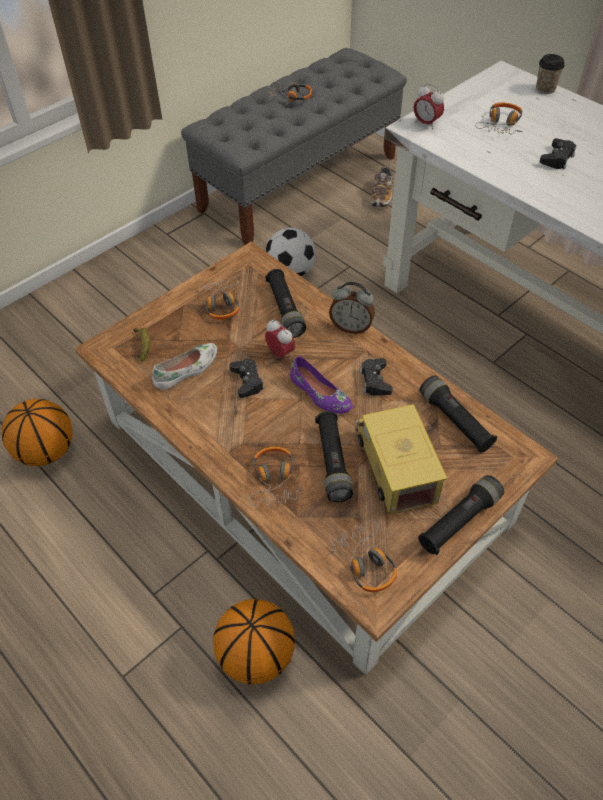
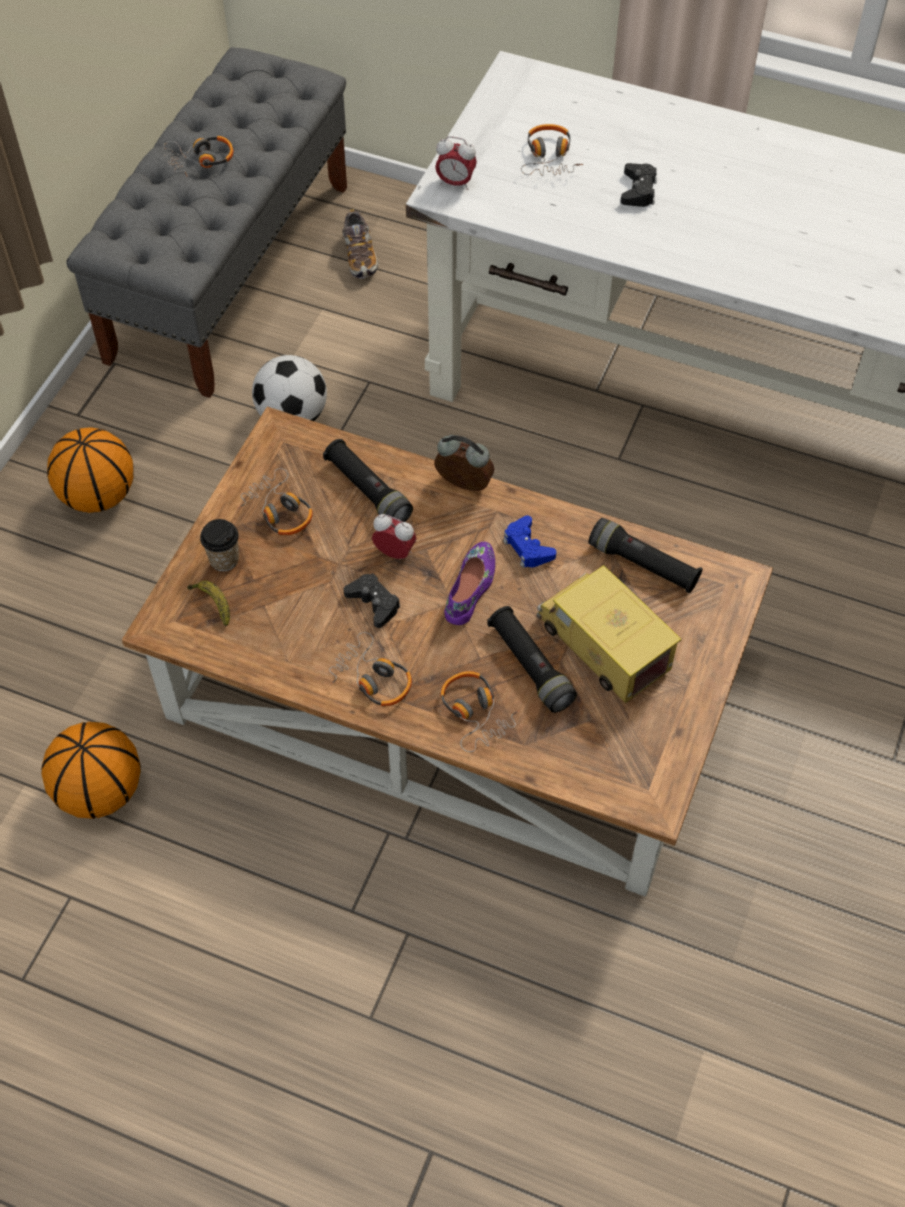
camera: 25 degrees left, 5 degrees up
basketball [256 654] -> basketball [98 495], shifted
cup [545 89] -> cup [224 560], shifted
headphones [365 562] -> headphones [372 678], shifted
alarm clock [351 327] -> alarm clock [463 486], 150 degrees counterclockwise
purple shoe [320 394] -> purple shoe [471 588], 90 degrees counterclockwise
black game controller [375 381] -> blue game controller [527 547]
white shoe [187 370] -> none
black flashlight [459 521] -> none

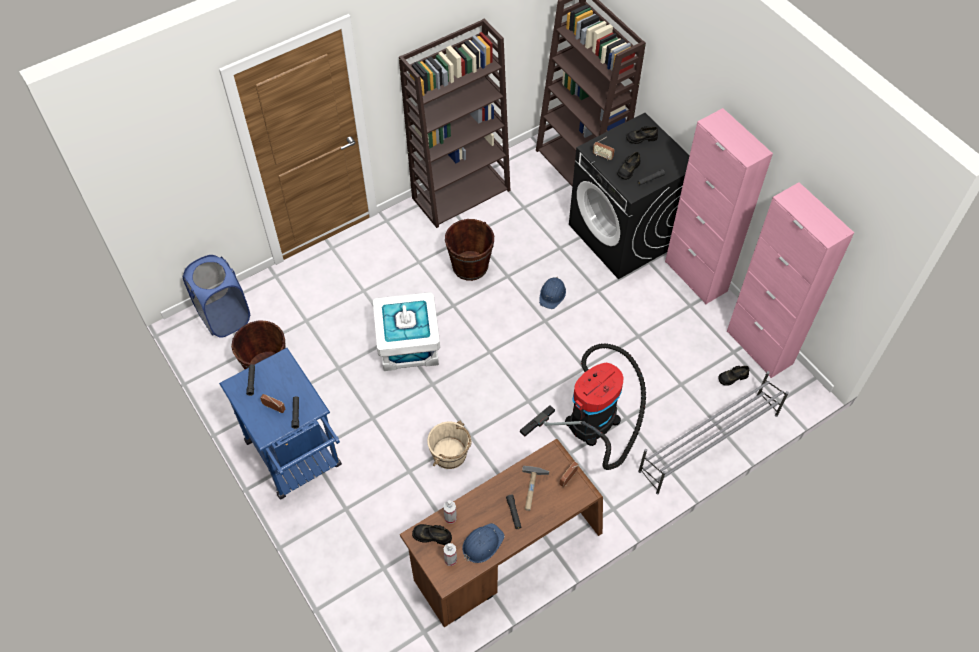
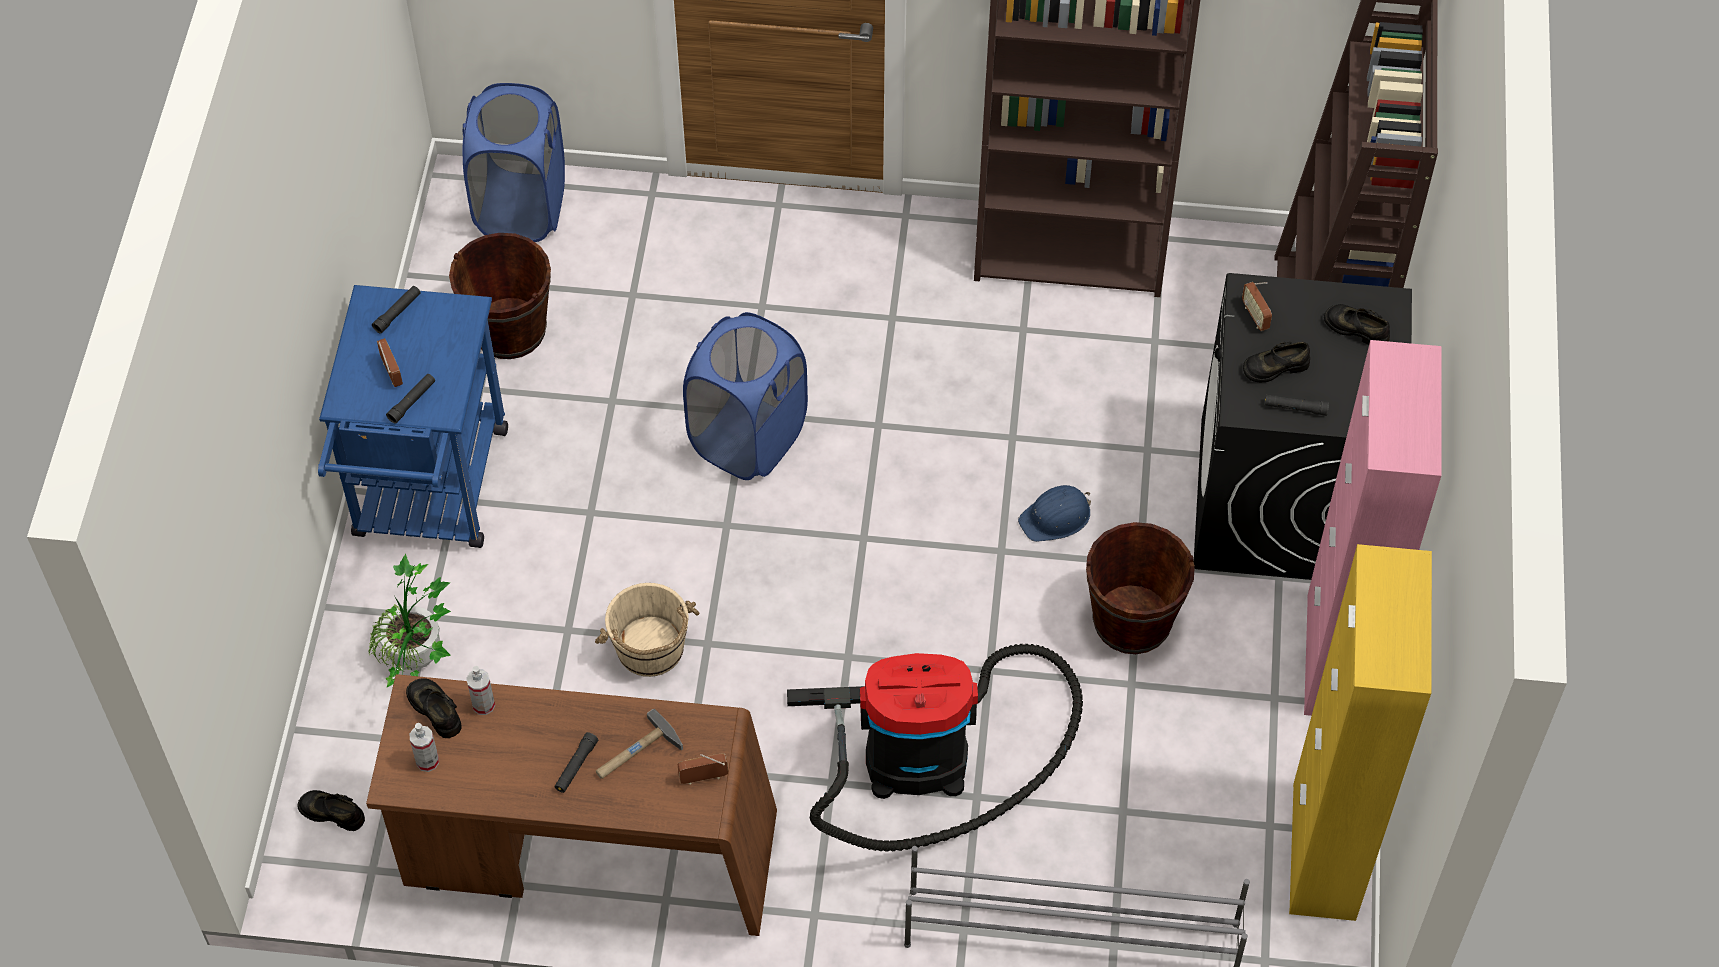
camera: 40 degrees right, 0 degrees up
black shoe [732 377] -> black shoe [332 812], shifted
none -> potted plant [417 664]
white storage box [408 345] -> blue laundry basket [748 438]
brown bucket [470 266] -> brown bucket [1132 621], shifted
pink cabinet [759 347] -> yellow cabinet [1324 851]
blue hard hat [482 544] -> none

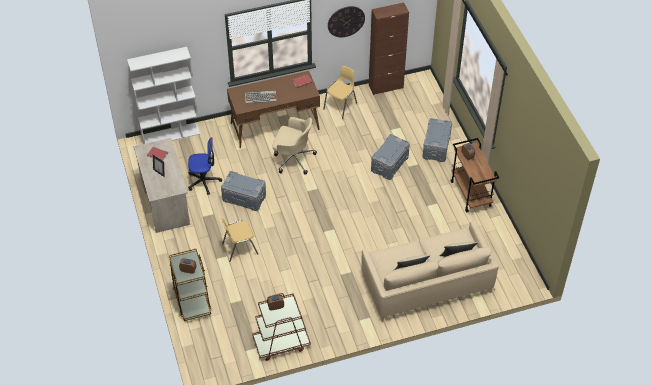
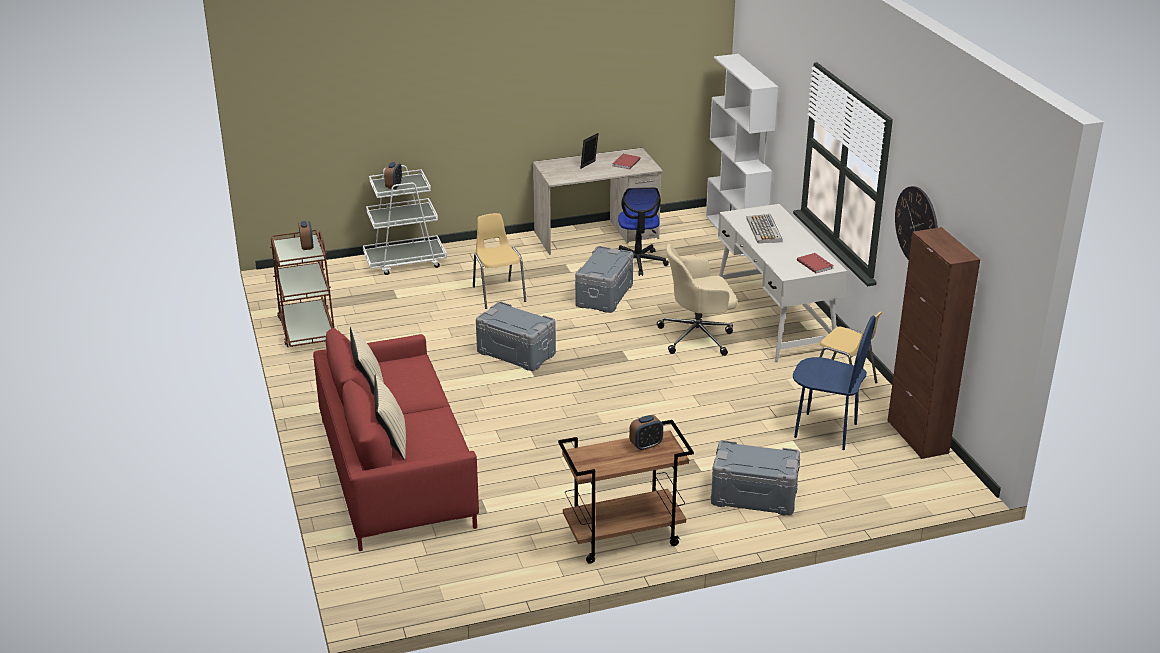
camera: 90 degrees right, 20 degrees down
beige sofa [426 284] -> red sofa [395 471]
brown cart [192 300] -> white cart [405 261]
grey storage box [389 164] -> grey storage box [516 353], shifted
beige office chair [293 158] -> beige office chair [698 336], 60 degrees clockwise
brown desk [275 126] -> white desk [774 319]
none -> blue chair [825 431]

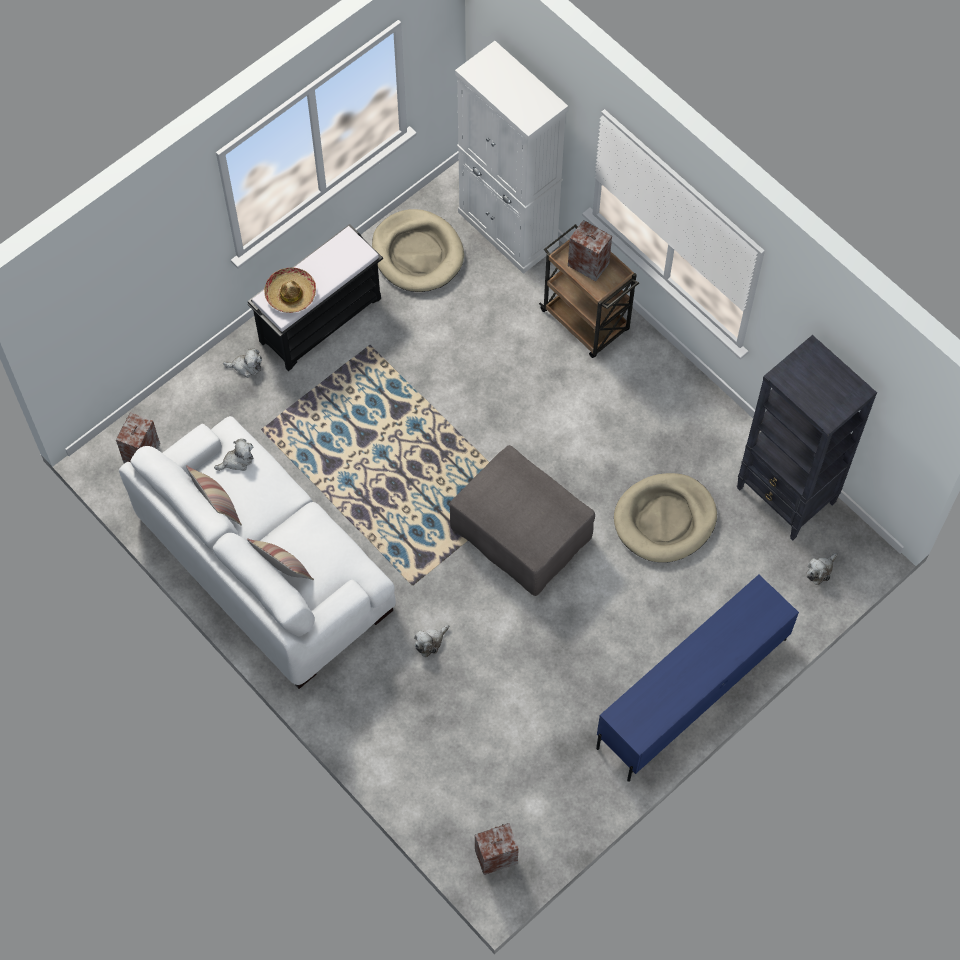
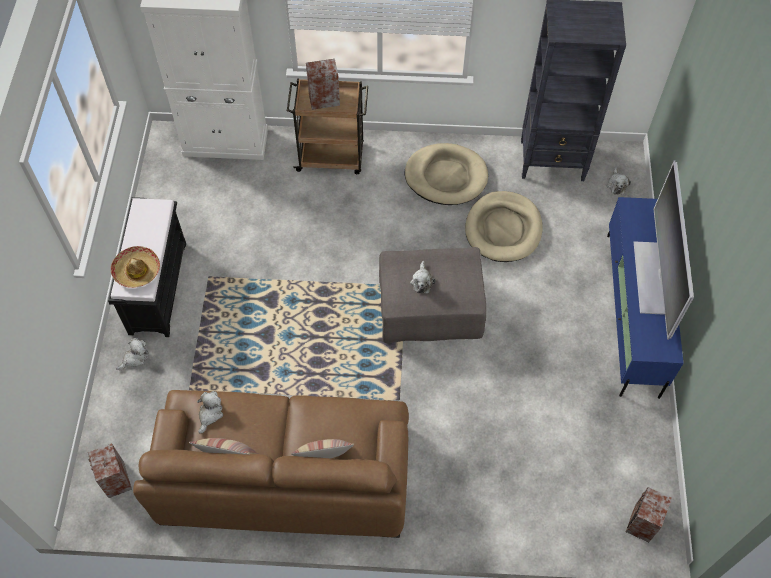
camera: 45 degrees left, 5 degrees down
white sofa [265 562] -> brown sofa [285 474]
beige dog bed [417 253] -> beige dog bed [446 176], shifted
plush toy [430 642] -> plush toy [422 281], shifted
none -> television [651 277]

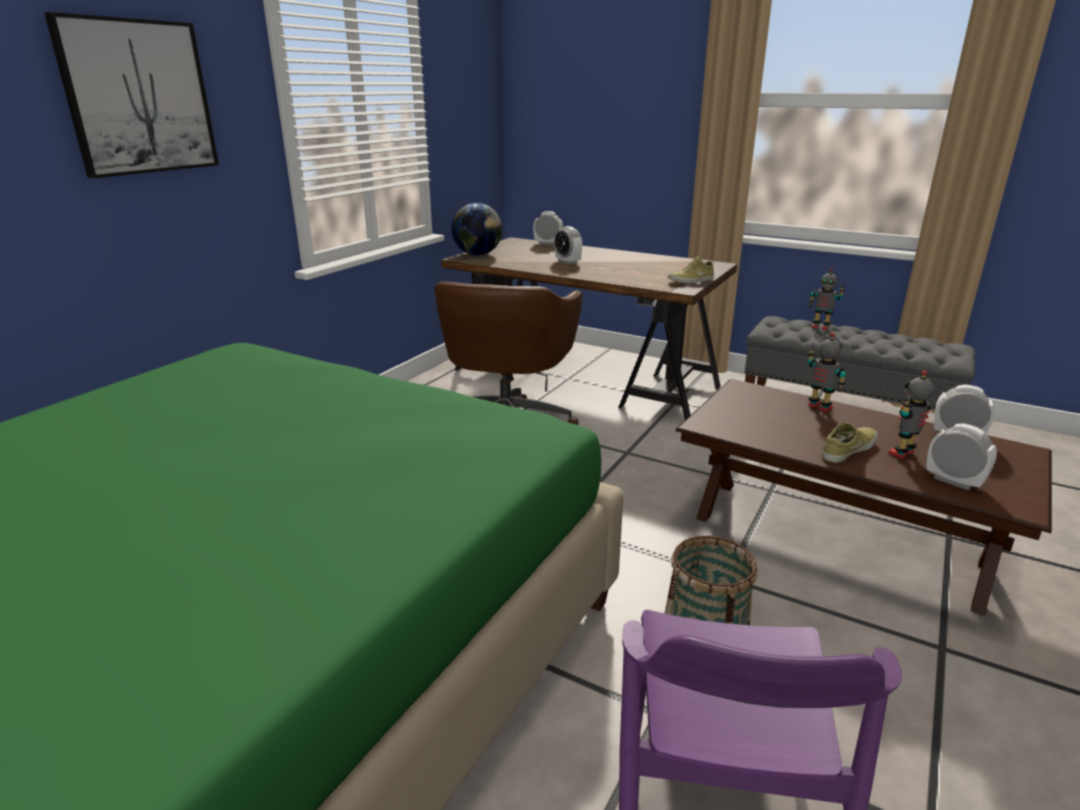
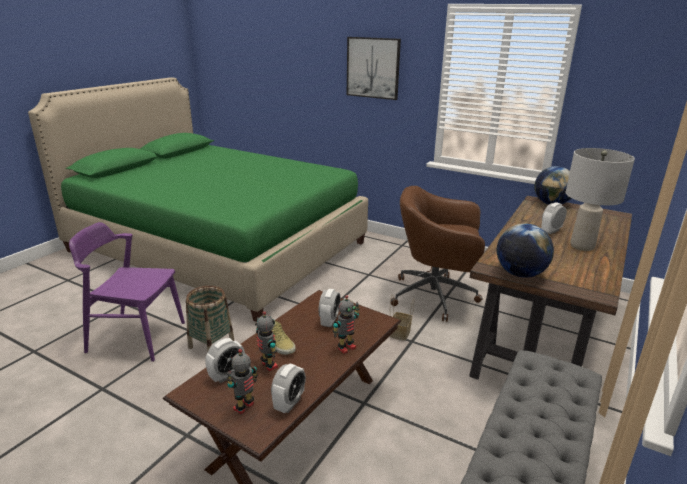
camera: 90 degrees right, 0 degrees up
toy robot [820 327] -> toy robot [244 407], shifted
alarm clock [548 243] -> alarm clock [329 321], shifted
none -> basket [400 332]
beige shoe [691 280] -> globe [520 274]
none -> grey table lamp [581 246]

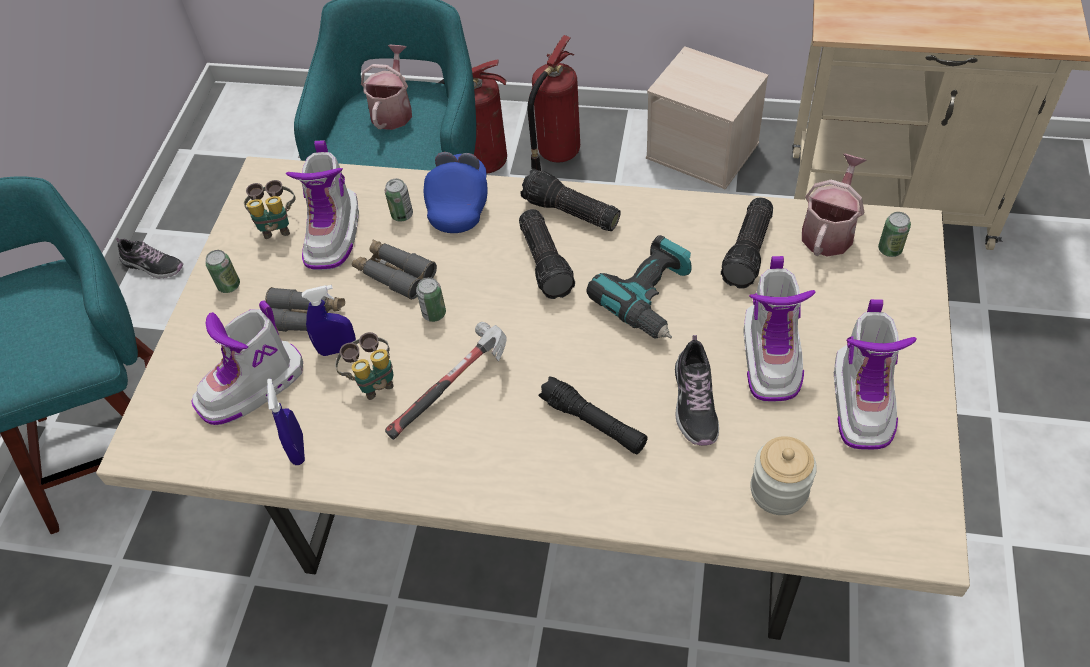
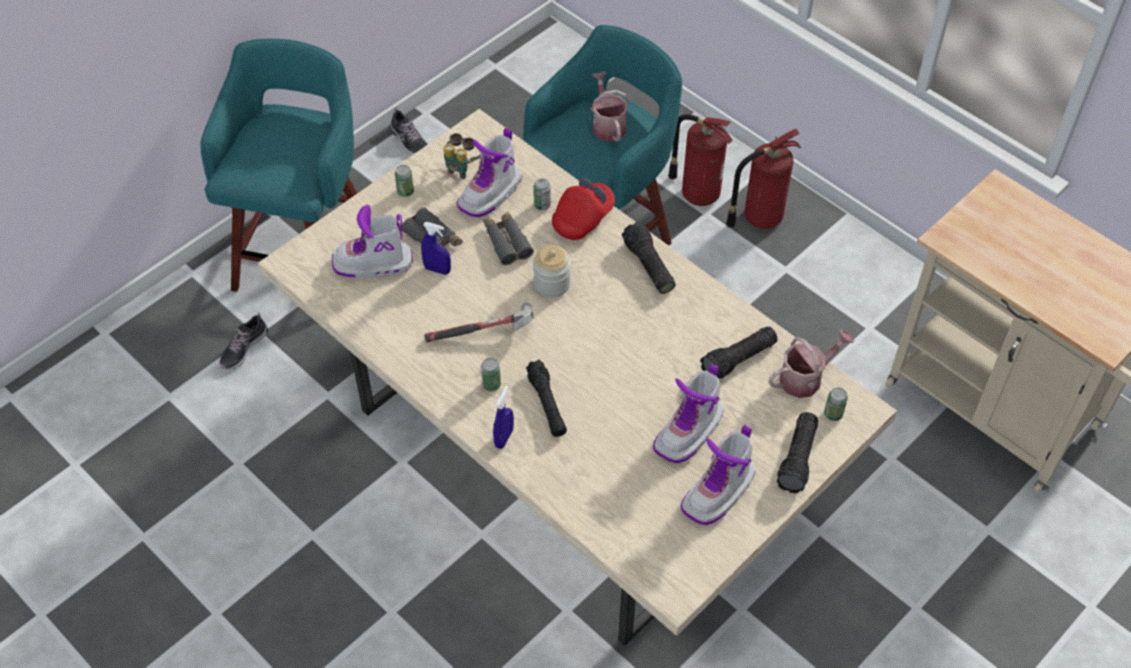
camera: 30 degrees right, 0 degrees up
shoe [695 402] -> shoe [243 348], shifted
can [434 313] -> can [491 384], shifted
blue spray bottle [298 449] -> blue spray bottle [504 438], shifted
jar [779 490] -> jar [552 283], shifted
blue cap [459 204] -> red cap [583 219]
watering can [393 110] -> watering can [607 124], 60 degrees counterclockwise
flashlight [547 262] -> flashlight [799 459], shifted
binoculars [373 381] -> none
power drill [651 298] -> none
beige storage box [704 150] -> none

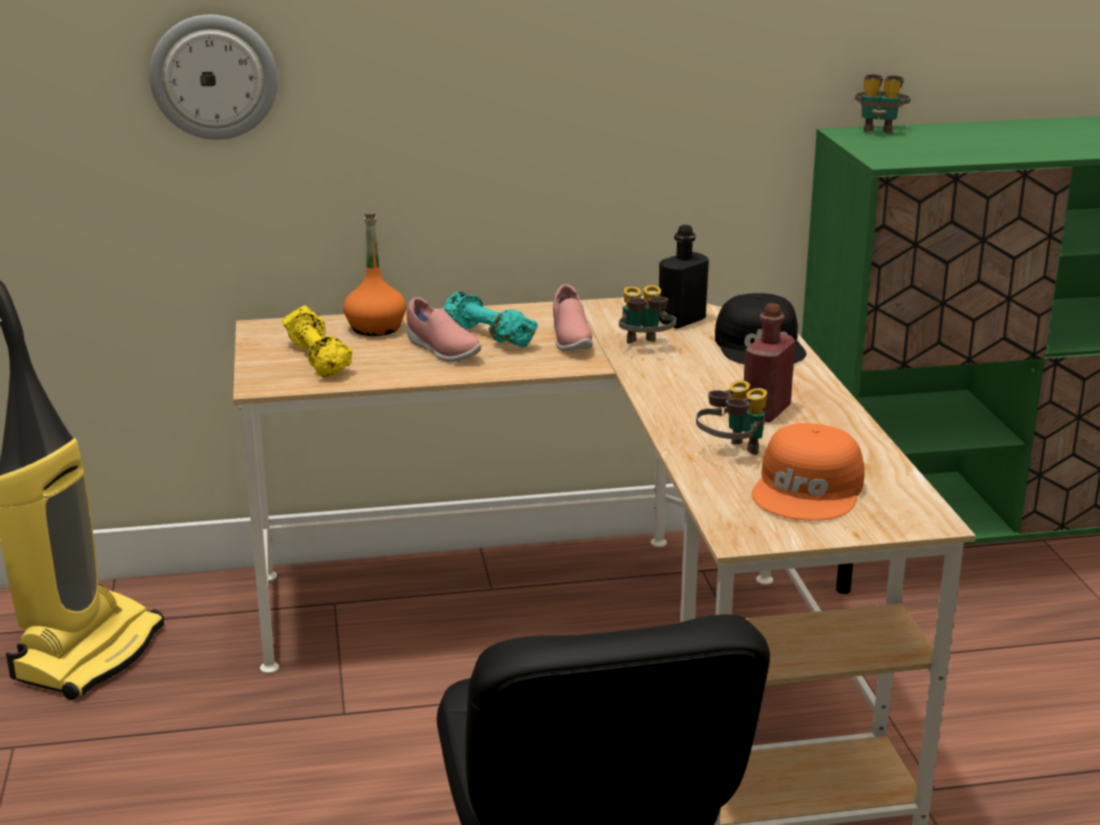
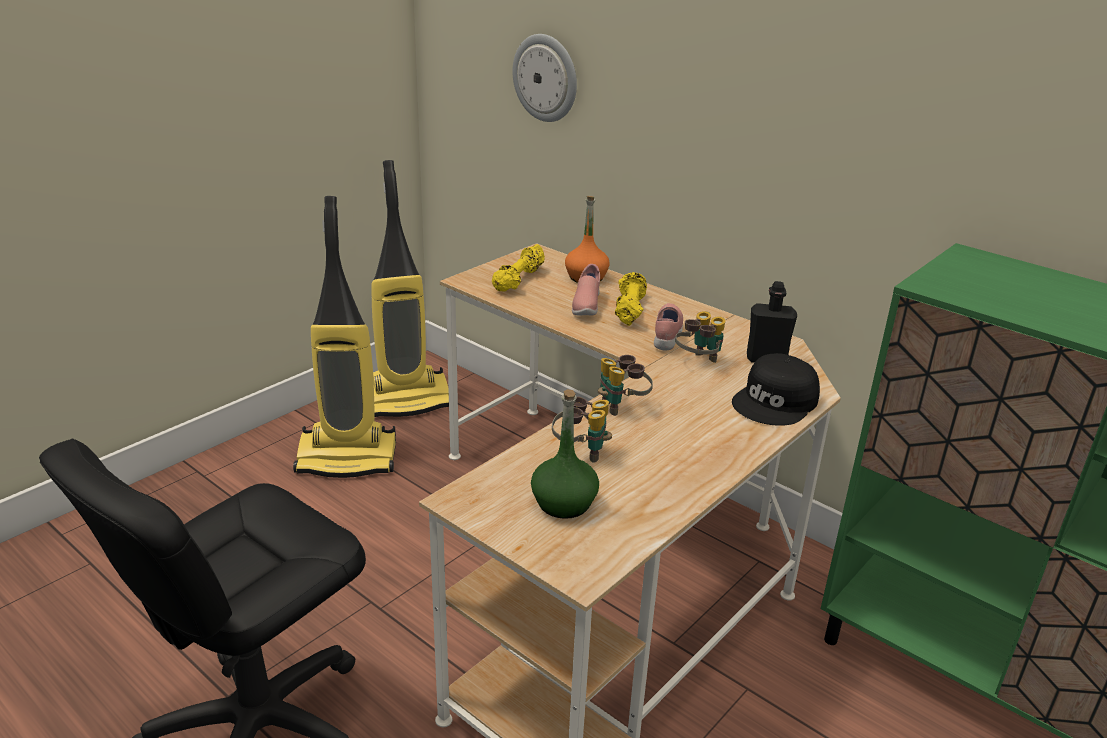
camera: 50 degrees right, 5 degrees up
none -> vacuum cleaner [348 457]
orange cap [809 490] -> green bottle [564 503]
binoculars [879 129] -> binoculars [622 406], shifted
turquoise dumbbell [487 336] -> yellow dumbbell [629 310]
pink shoe [570 340] -> pink shoe [667 335], 150 degrees clockwise
red bottle [766 411] -> none

